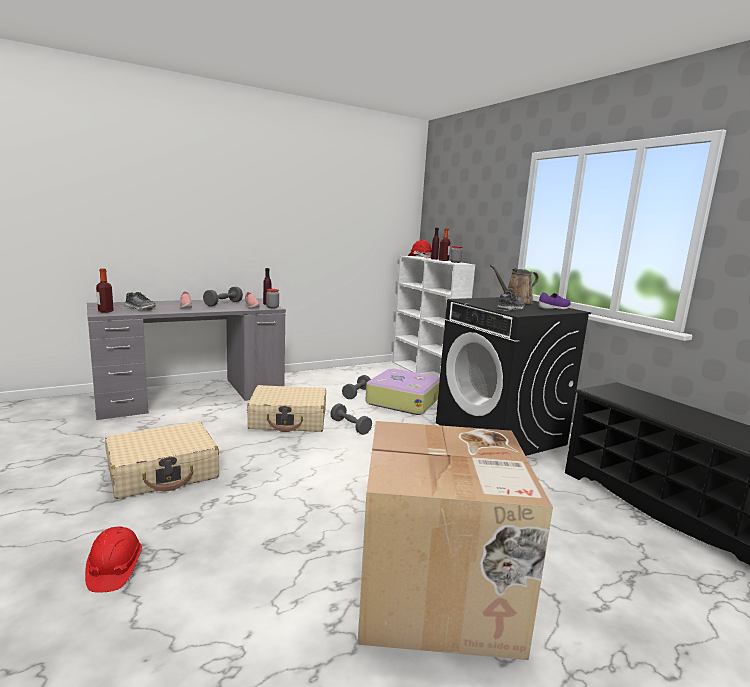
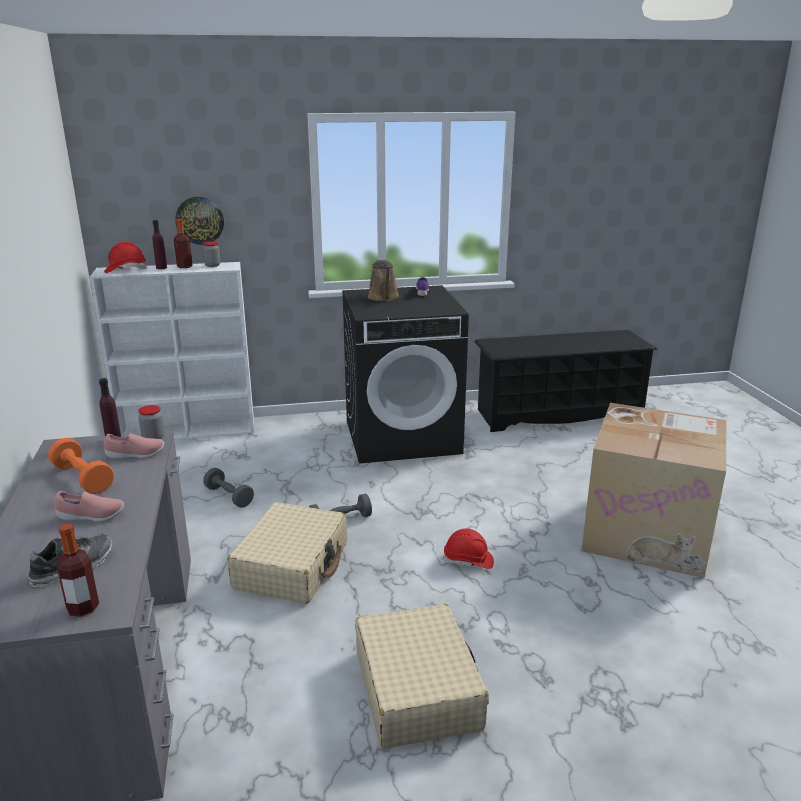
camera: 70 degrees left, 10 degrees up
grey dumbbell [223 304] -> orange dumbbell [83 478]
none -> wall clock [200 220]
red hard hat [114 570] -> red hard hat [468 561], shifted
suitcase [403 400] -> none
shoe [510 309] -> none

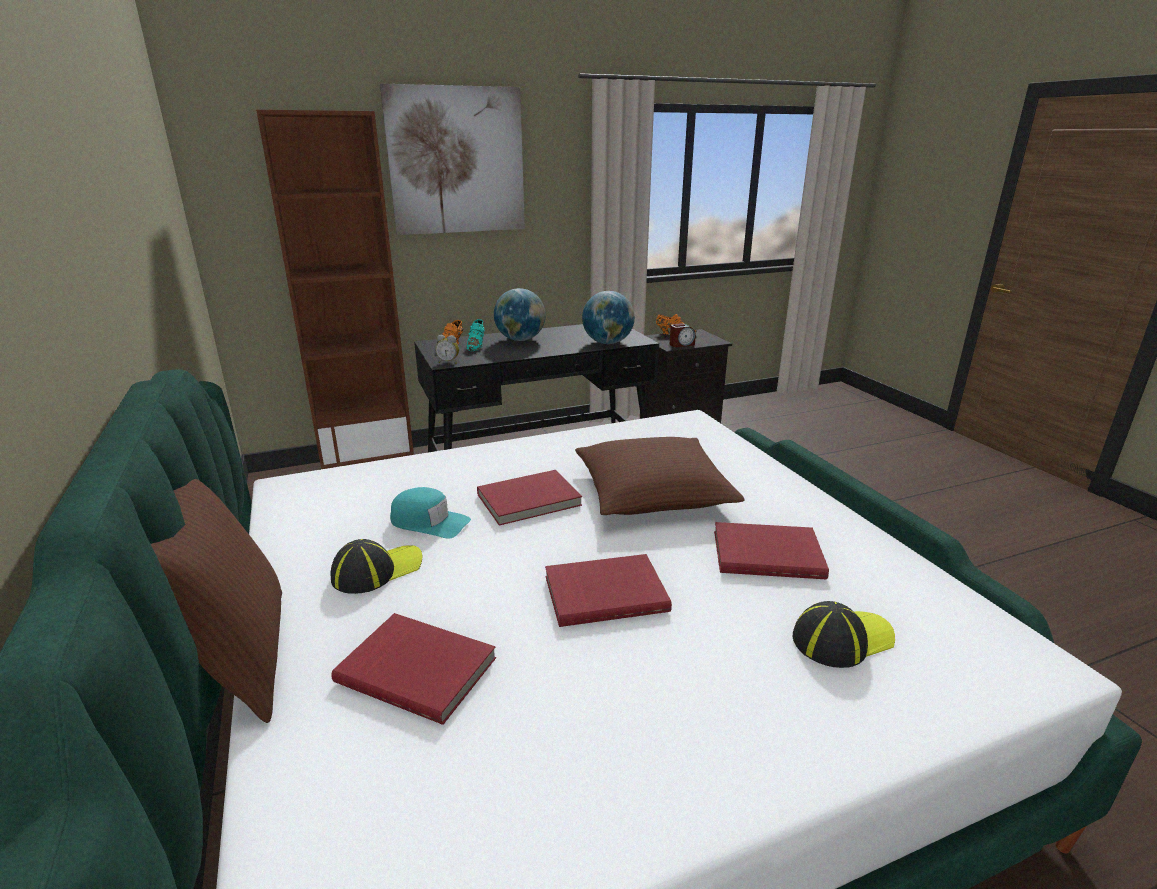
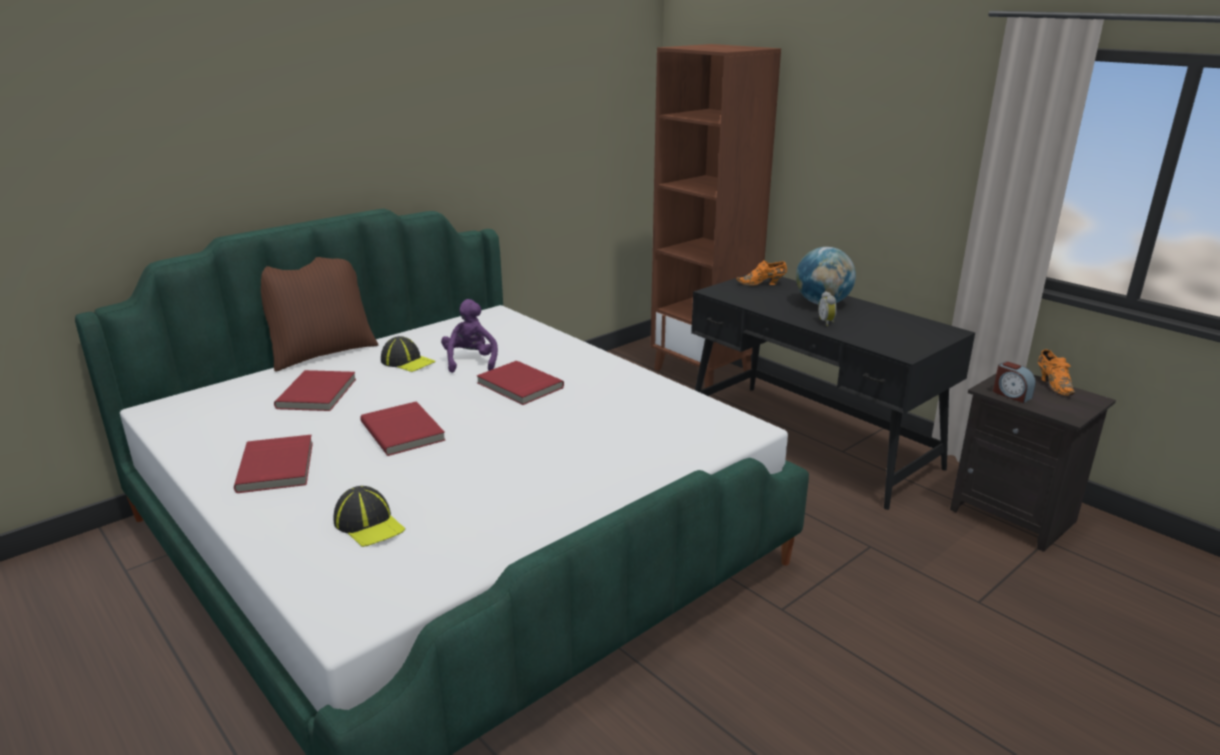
camera: 70 degrees right, 0 degrees up
red book [767 553] -> red book [278 466], shifted
turquoise cap [429 522] -> purple plush toy [471 362]
alarm clock [449 362] -> alarm clock [827 322], shifted
picture [457 161] -> none
turquoise shoe [477 346] -> none
brown pillow [653 492] -> none
globe [608 343] -> none

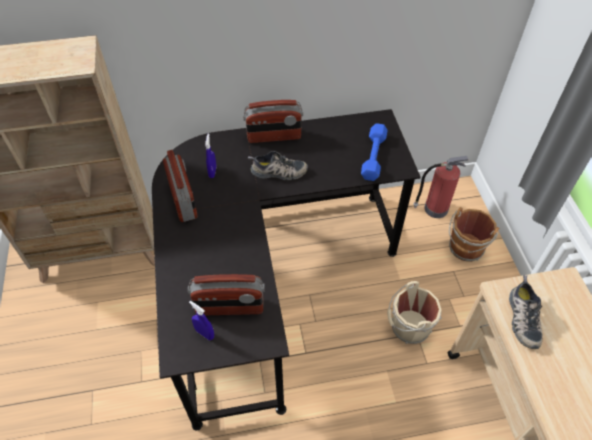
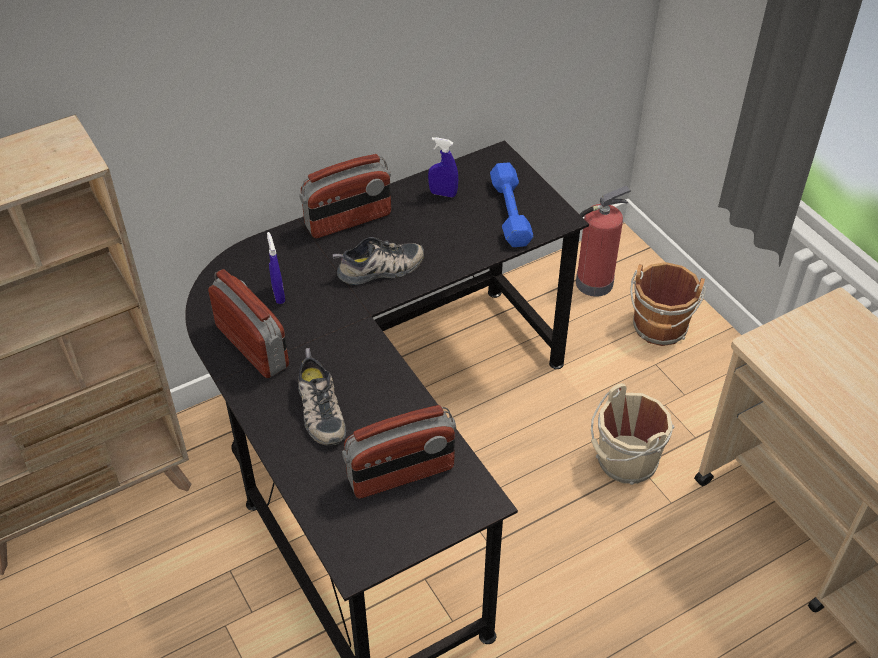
camera: 20 degrees left, 5 degrees down
shoe [522 318] -> shoe [318 409], shifted
blue spray bottle [205 333] -> blue spray bottle [443 194], shifted

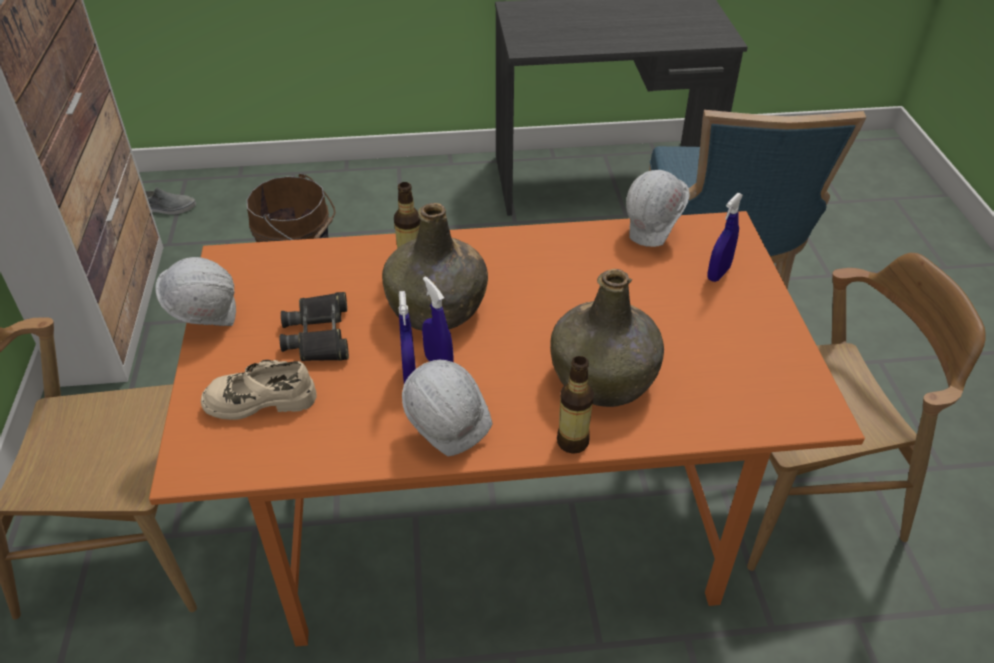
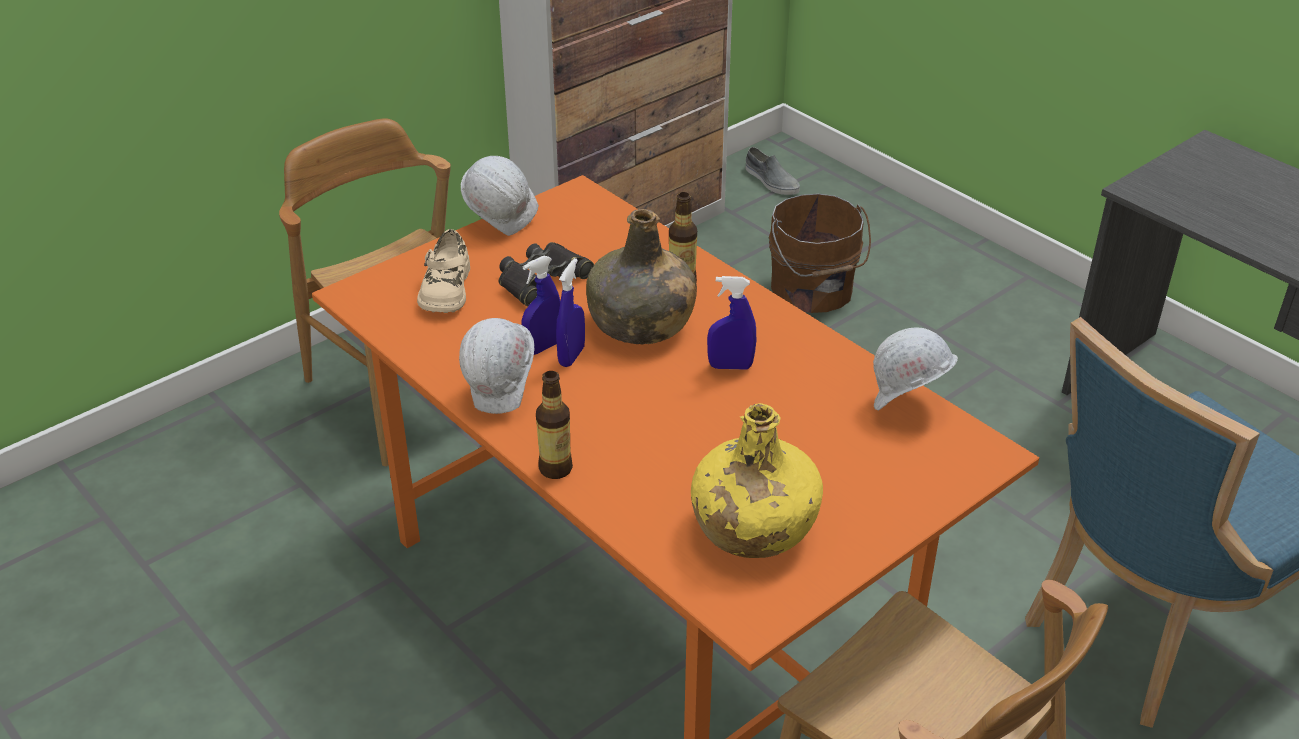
camera: 55 degrees right, 5 degrees down
beige shoe [260 399] -> beige shoe [445 289], 135 degrees counterclockwise
none -> yellow bottle [752 526]
blue spray bottle [718 273] -> blue spray bottle [730 366], shifted
green bottle [604 377] -> none

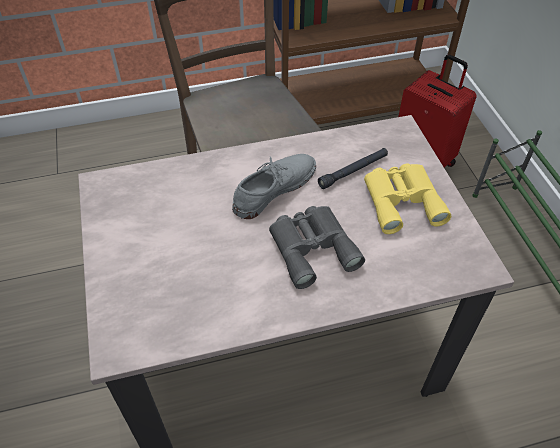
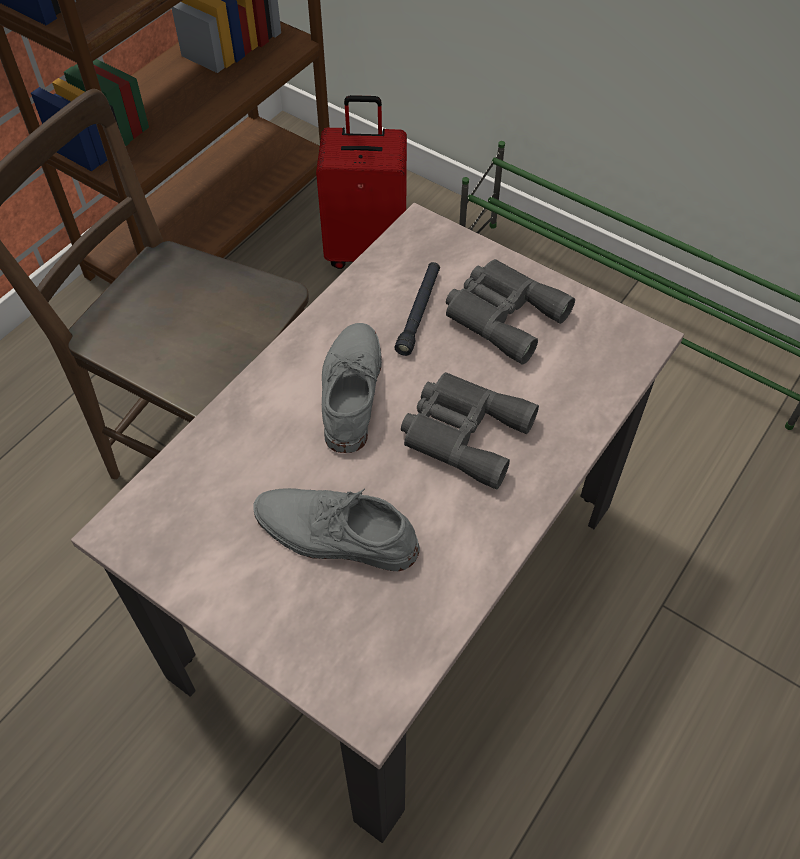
camera: 40 degrees left, 5 degrees up
none -> grey shoe [334 534]
yellow binoculars [401 200] -> grey binoculars [502 314]

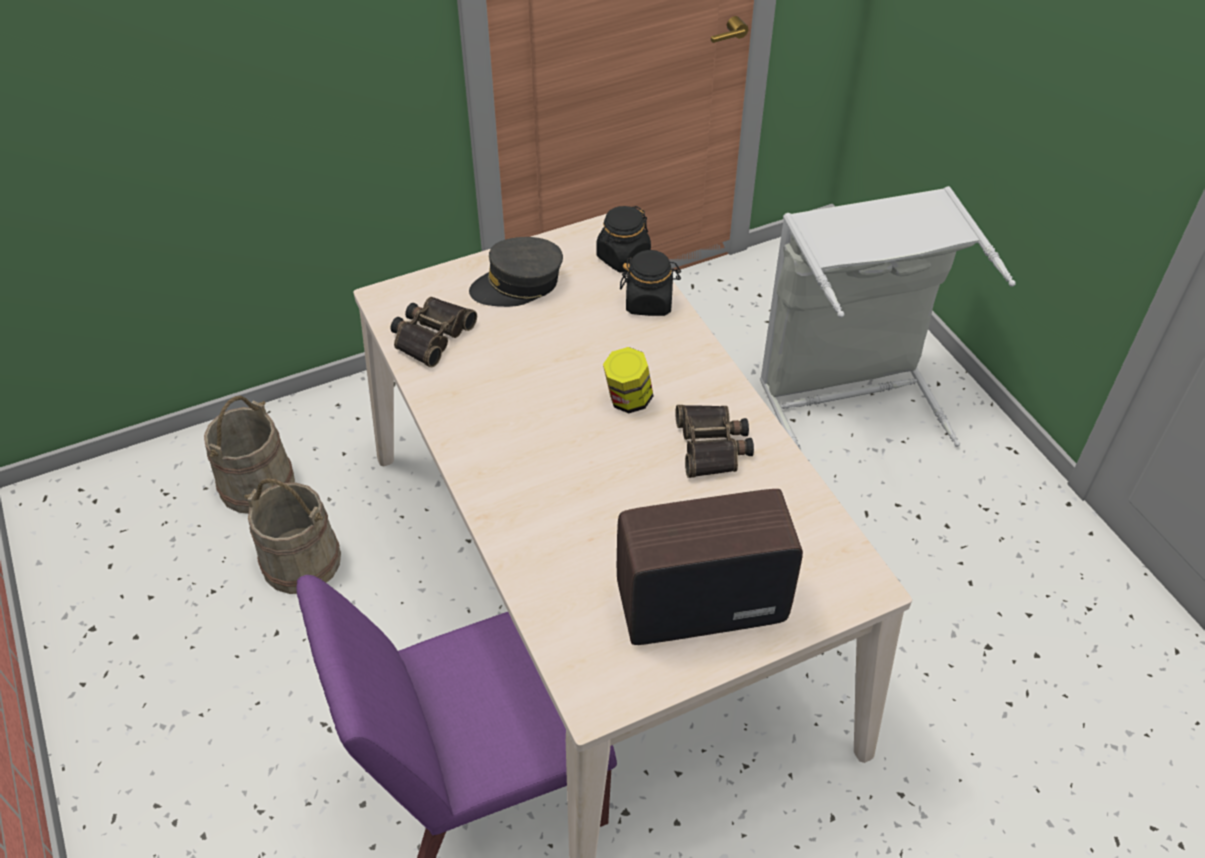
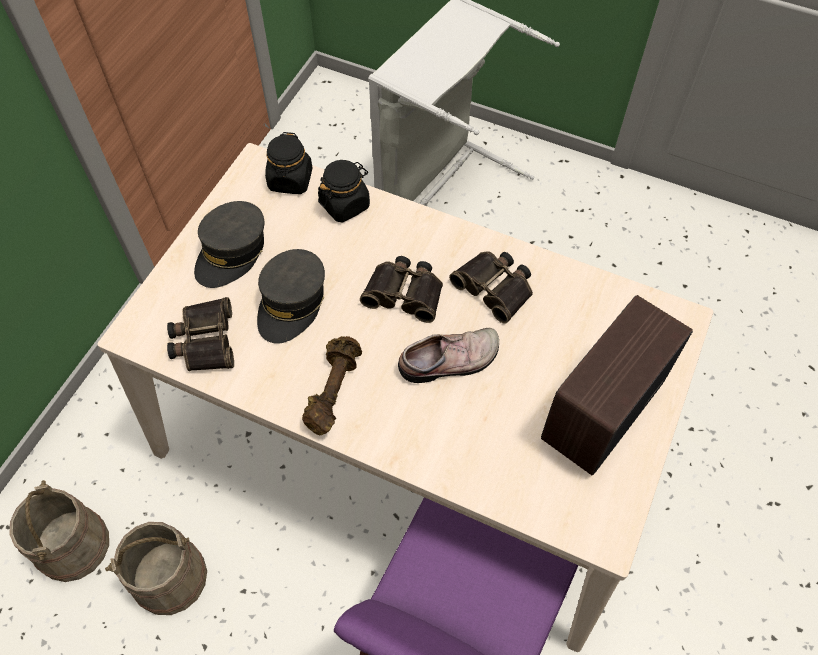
camera: 40 degrees left, 10 degrees up
none -> grey cap [291 303]
none -> brown dumbbell [332 391]
jar [628 400] -> binoculars [405 292]
none -> shoe [450 362]

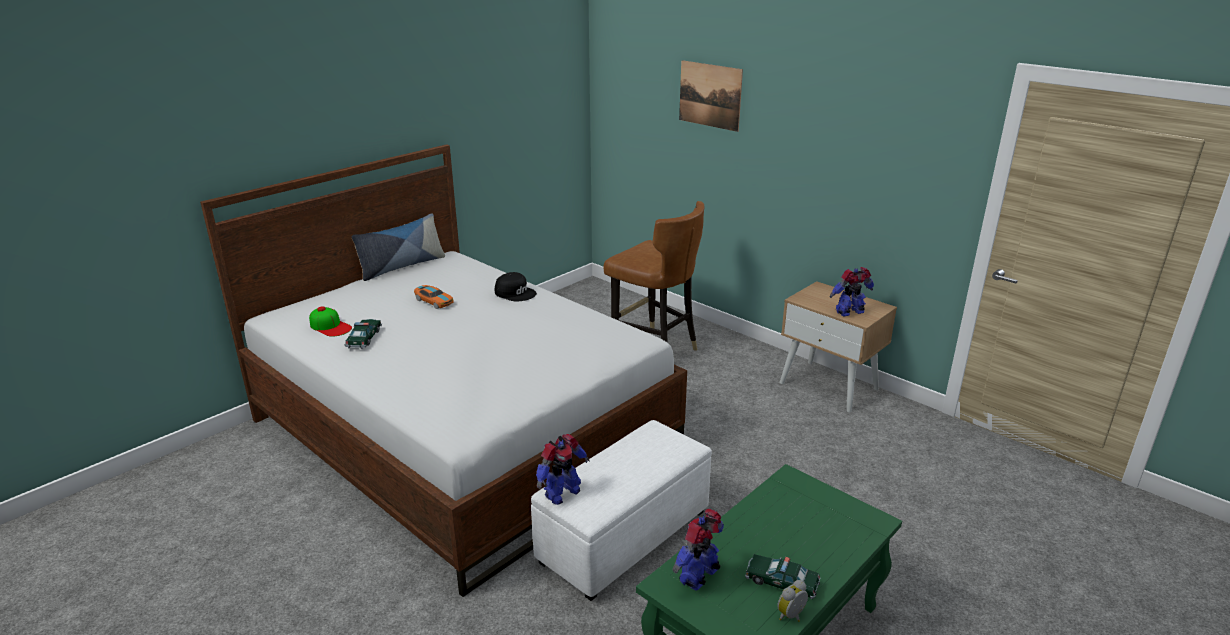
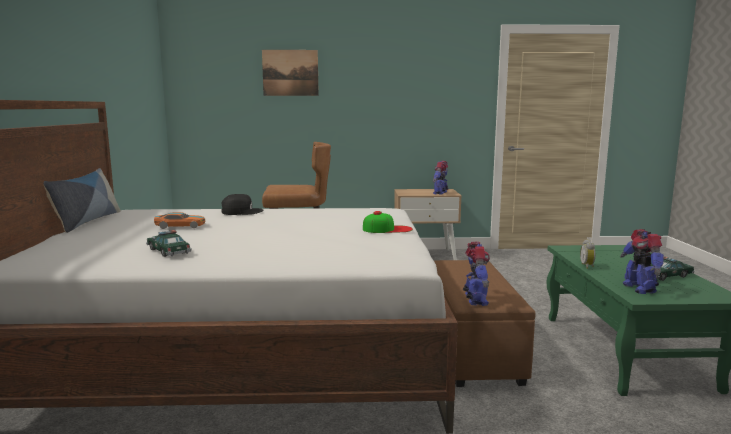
camera: 45 degrees left, 15 degrees down
cap [330 326] -> cap [387 229], shifted
white ottoman [625 535] -> brown ottoman [471 348]
alarm clock [792 616] -> alarm clock [587 266], shifted

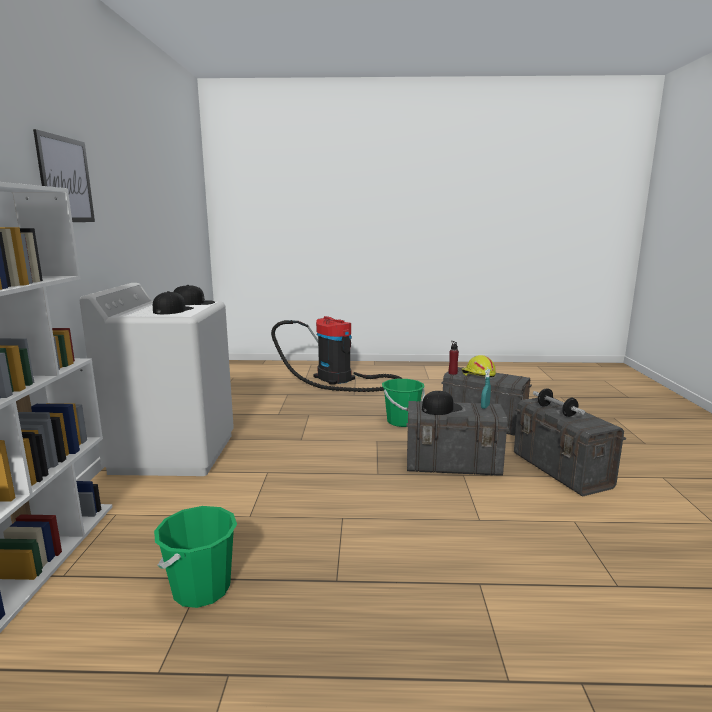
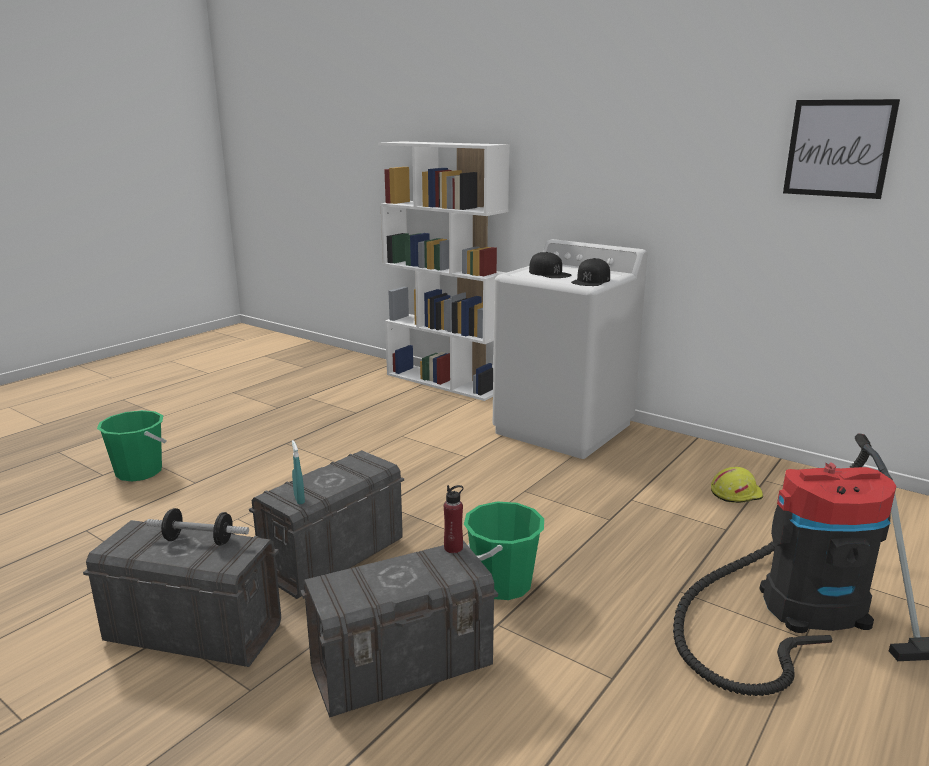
camera: 125 degrees right, 5 degrees up
green bucket [201 589] -> green bucket [139 472], shifted
yellow hard hat [478 374] -> yellow hard hat [735 493], shifted
picture [65 180] -> picture [838 148], shifted
black cap [441 408] -> none

